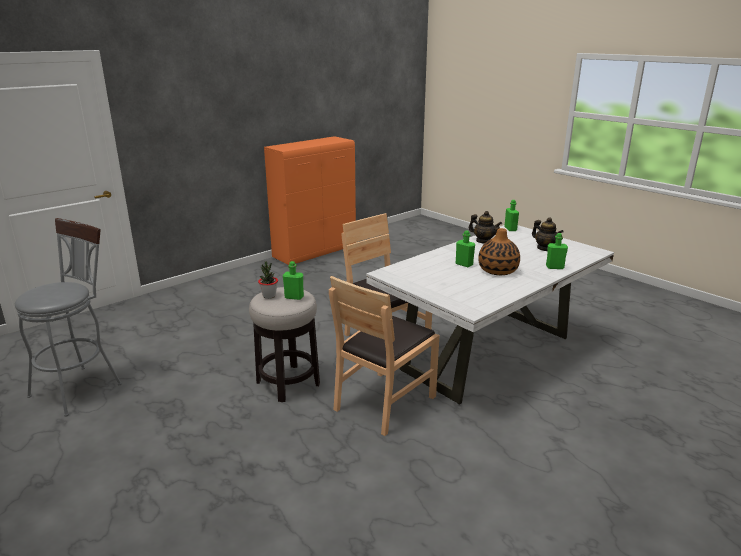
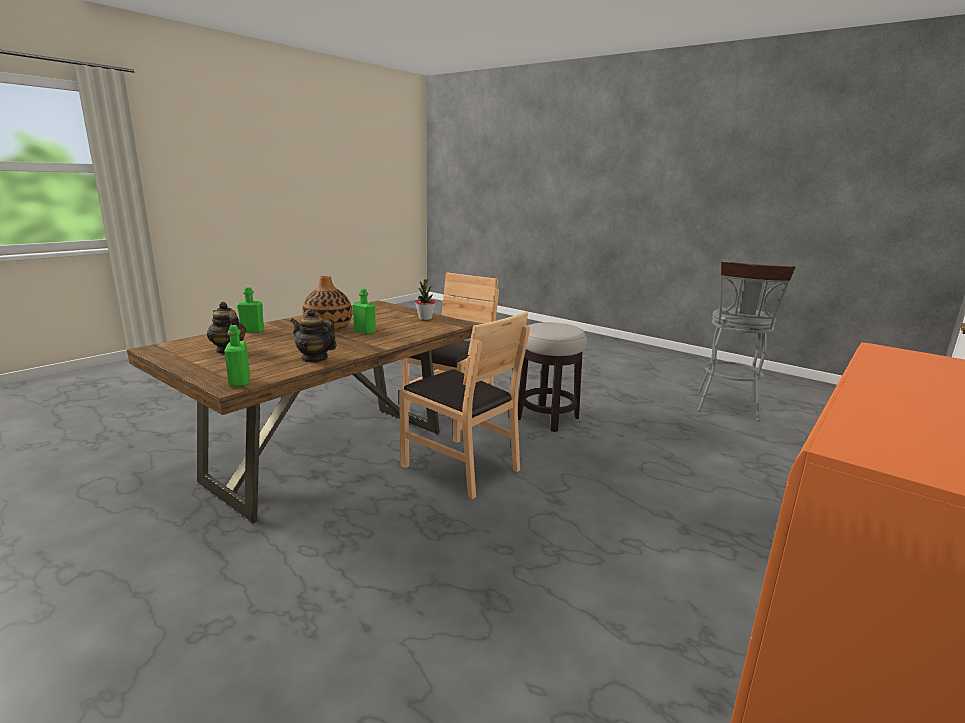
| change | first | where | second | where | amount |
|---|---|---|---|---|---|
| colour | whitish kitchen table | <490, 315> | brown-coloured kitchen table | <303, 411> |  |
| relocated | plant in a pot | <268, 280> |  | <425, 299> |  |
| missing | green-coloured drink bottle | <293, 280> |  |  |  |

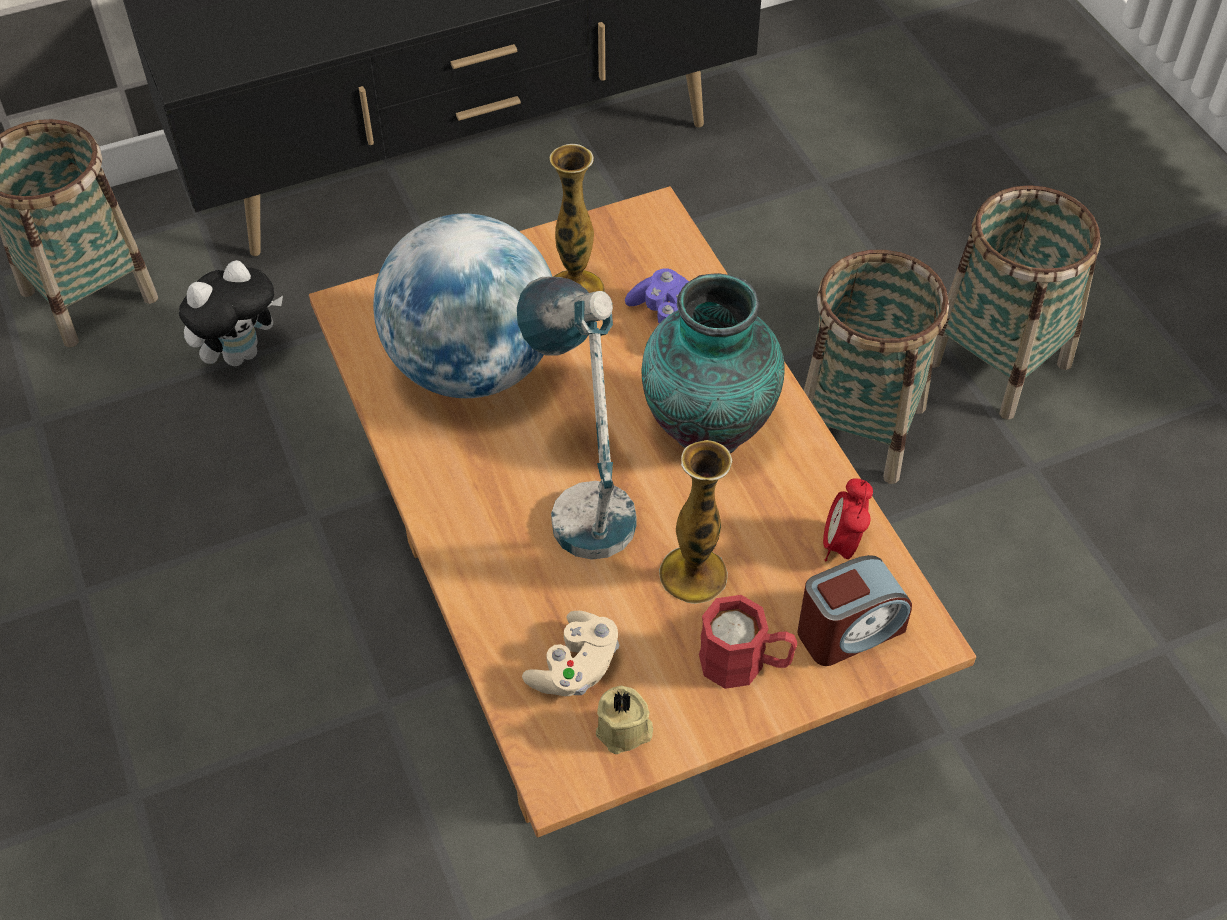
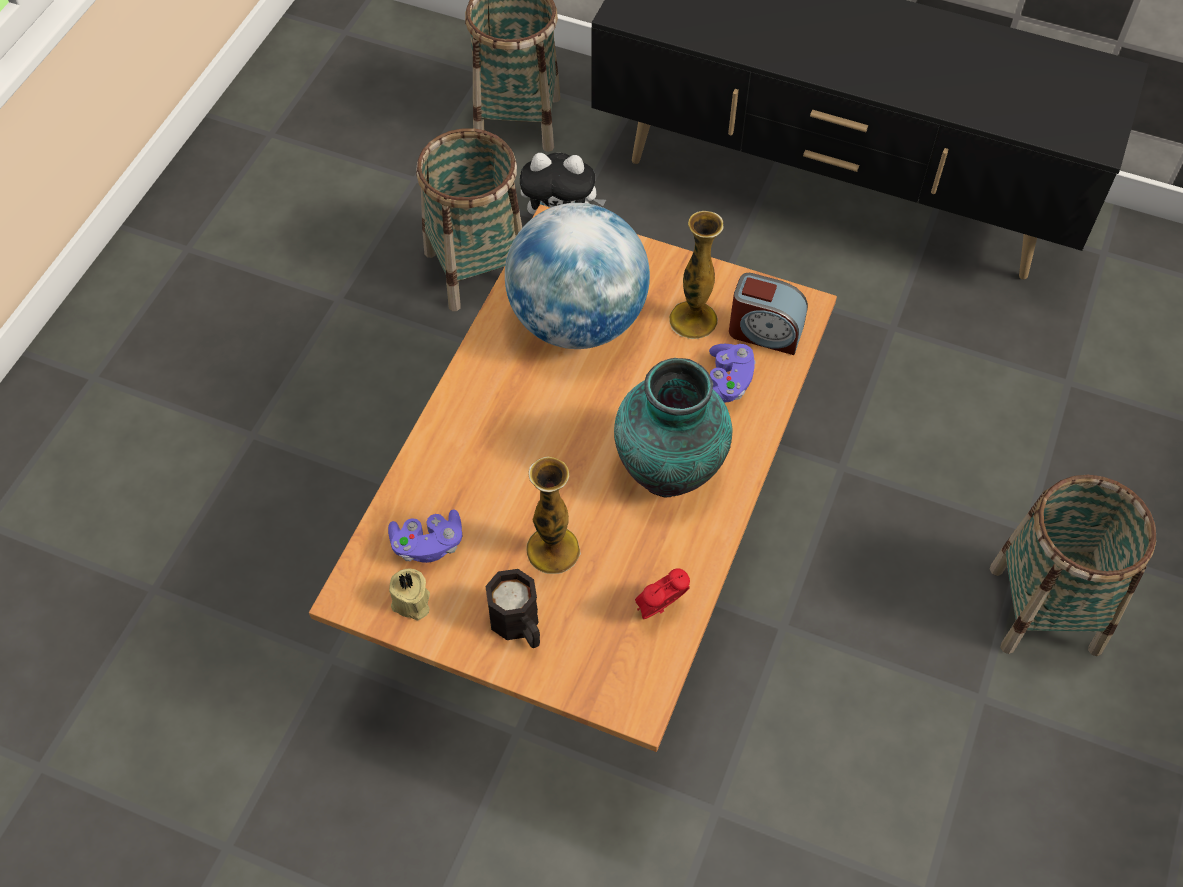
| change | first | where | second | where | amount |
|---|---|---|---|---|---|
| relocated | household basket | <876, 367> |  | <469, 219> |  |
| missing | tabletop lamp | <577, 418> |  |  |  |
| relocated | table clock | <854, 610> |  | <768, 314> |  |
| colour | red coffee mug | <748, 642> | black-coloured coffee mug | <512, 608> |  |
| colour | sand-coloured game controller | <570, 653> | purplish game controller | <425, 536> |  |

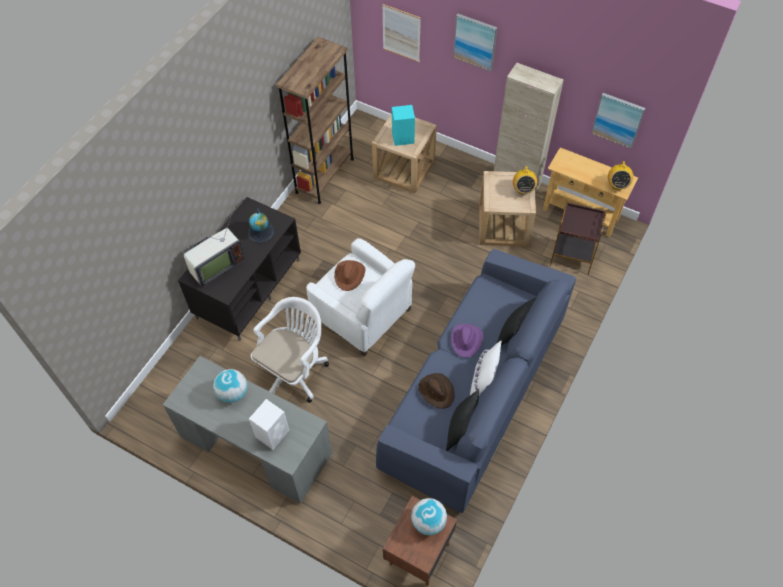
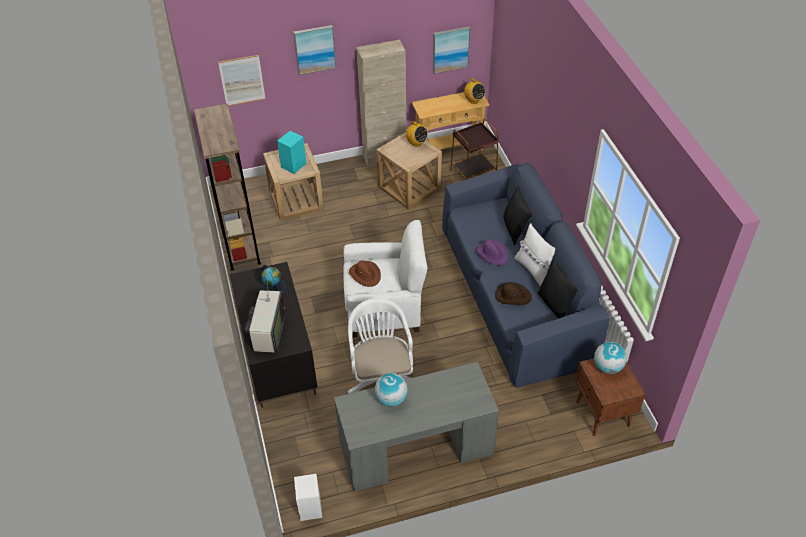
| change | first | where | second | where | amount |
|---|---|---|---|---|---|
| relocated | whitish speaker | <269, 424> |  | <308, 497> |  |

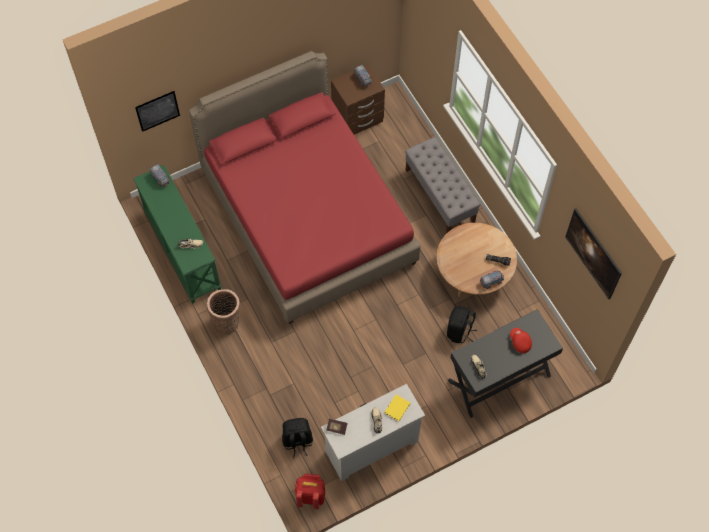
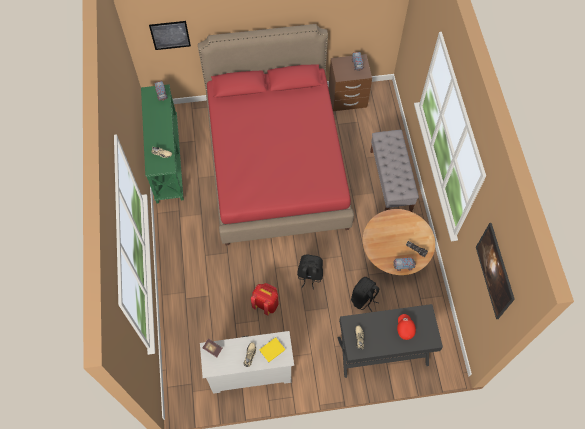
| change | first | where | second | where | amount |
|---|---|---|---|---|---|
| missing | household basket | <223, 312> |  |  |  |
| relocated | black-coloured backpack | <297, 438> |  | <310, 272> |  |
| relocated | red backpack | <310, 491> |  | <265, 299> |  |

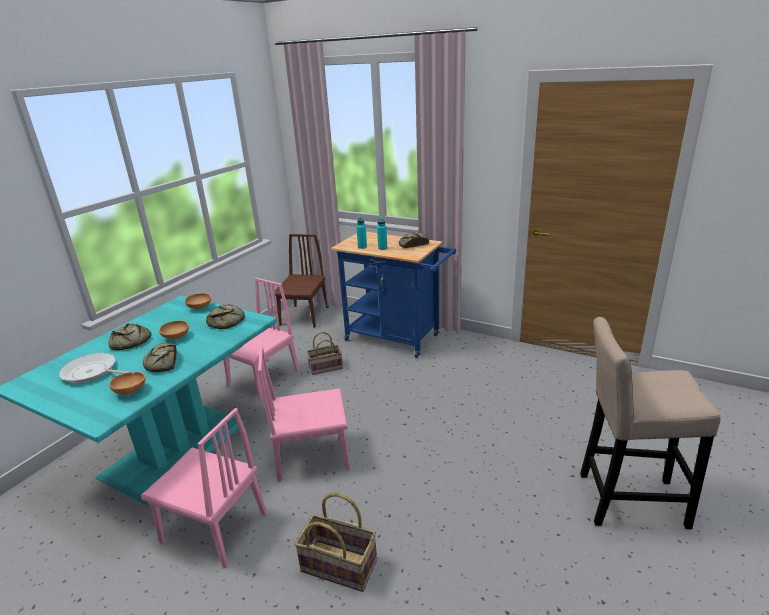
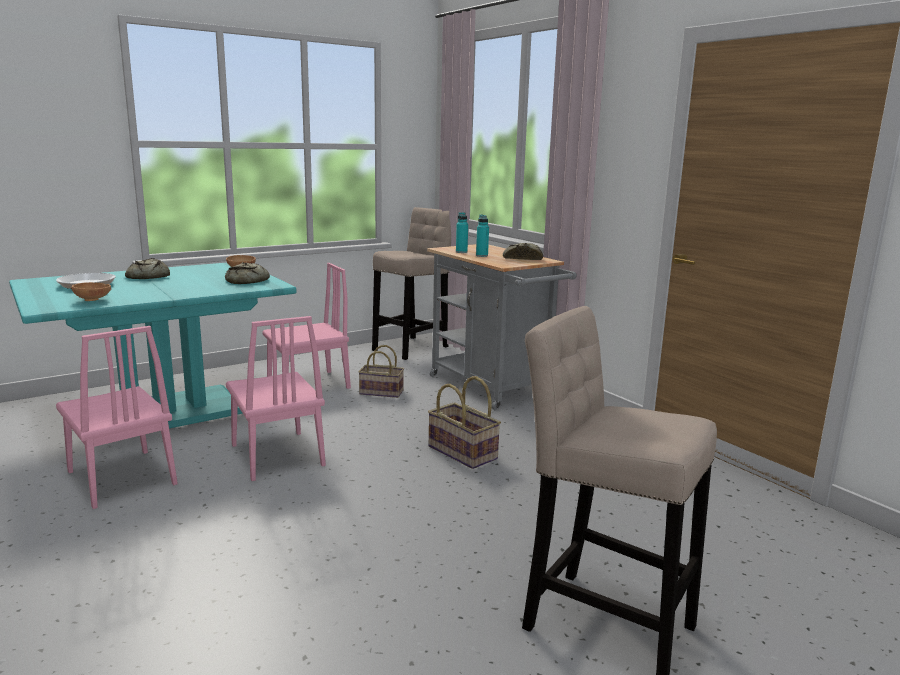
| change | first | where | second | where | amount |
|---|---|---|---|---|---|
| colour | bluish cart | <393, 295> | gray cart | <502, 327> |  |
| exchanged | brown-coloured plain chair | <302, 281> | sand-coloured stool seat | <411, 283> |  |
| missing | brown-coloured bowl | <174, 330> |  |  |  |
| missing | bread | <160, 357> |  |  |  |
| spun | pink plain chair | <304, 414> |  | <276, 398> | 135 degrees counterclockwise |
| relocated | household basket | <335, 542> |  | <464, 422> |  |

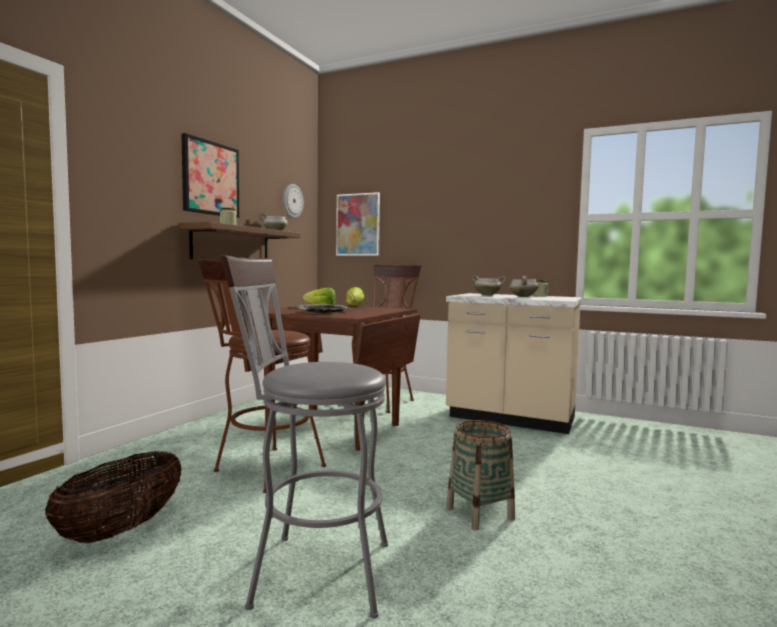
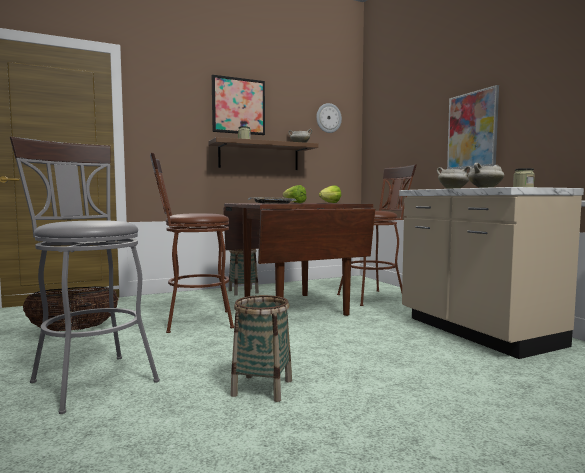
| change | first | where | second | where | amount |
|---|---|---|---|---|---|
| relocated | wall picture | <358, 224> |  | <473, 127> |  |
| appeared |  |  | household basket | <244, 272> |  |

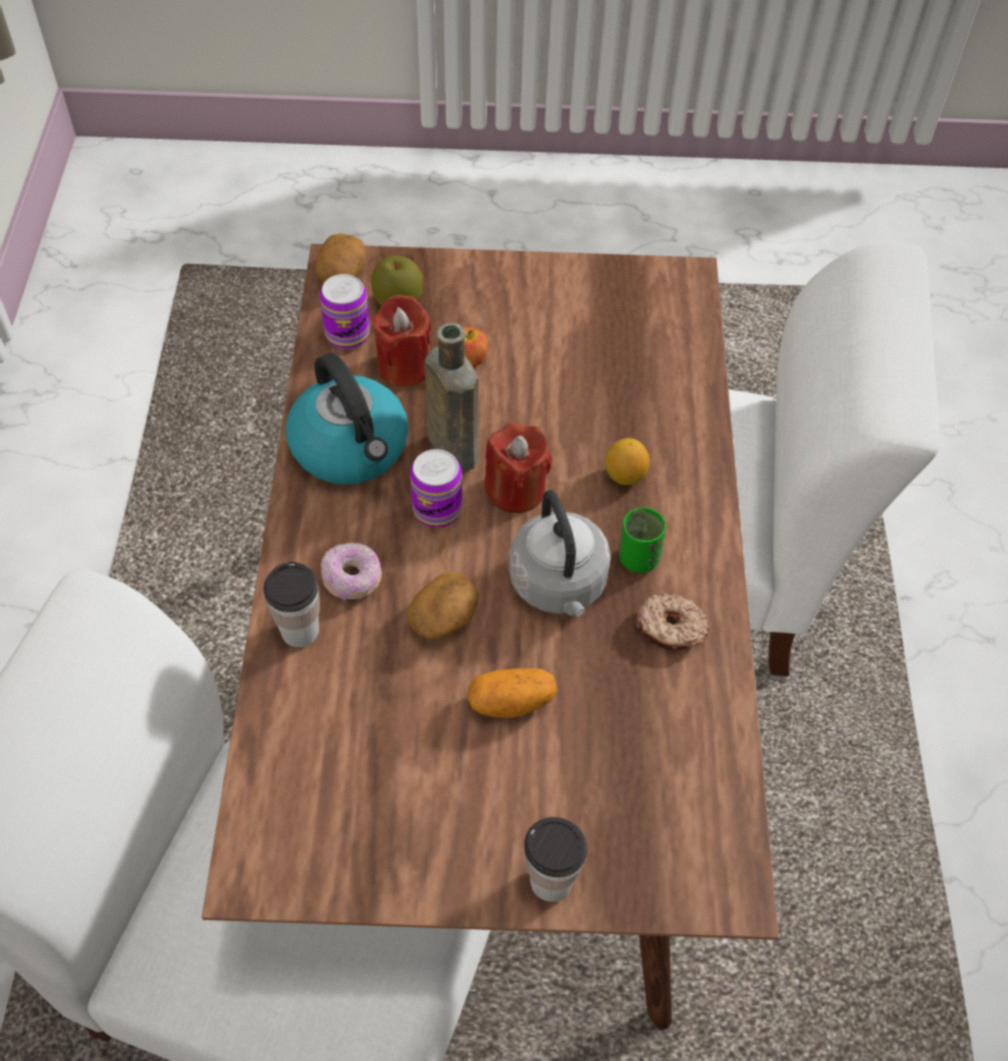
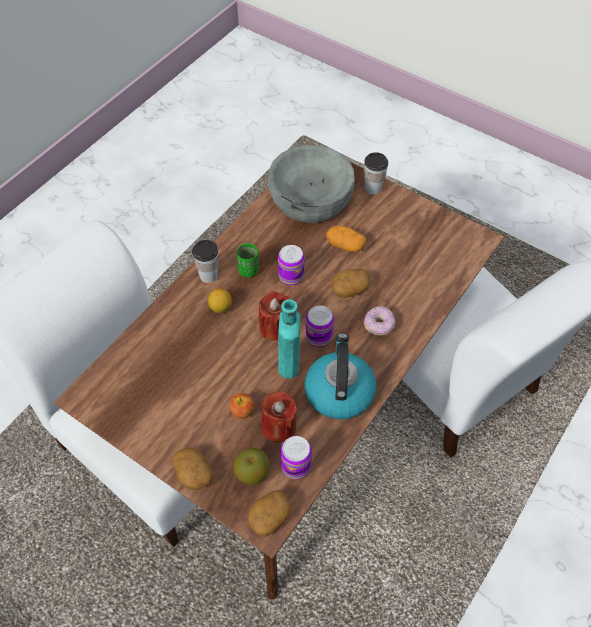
| change | first | where | second | where | amount |
|---|---|---|---|---|---|
| colour | brown-coloured drink bottle | <451, 398> | turquoise drink bottle | <289, 338> |  |
| exchanged | gray water kettle | <560, 553> | metal can | <291, 265> |  |
| relocated | small cup | <292, 604> |  | <205, 261> |  |
| missing | donut | <673, 621> |  |  |  |
| appeared |  |  | gray bowl | <311, 184> |  |
| appeared |  |  | potato | <193, 468> |  |

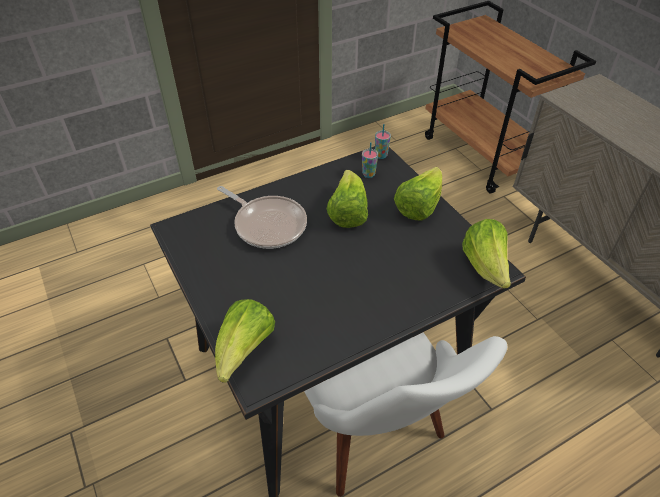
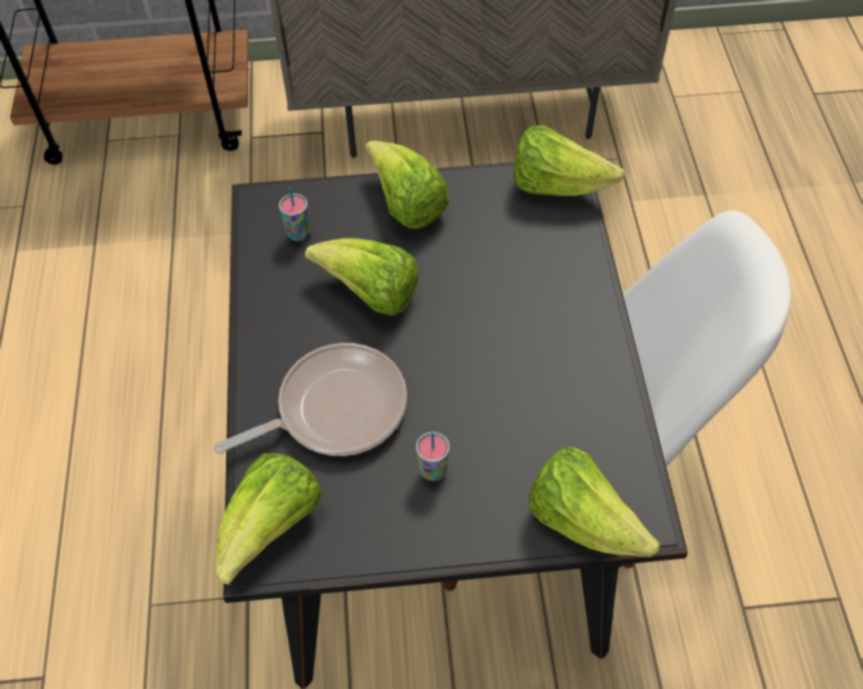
| change | first | where | second | where | amount |
|---|---|---|---|---|---|
| relocated | small cup | <383, 141> |  | <433, 456> |  |
| appeared |  |  | lettuce | <269, 519> |  |

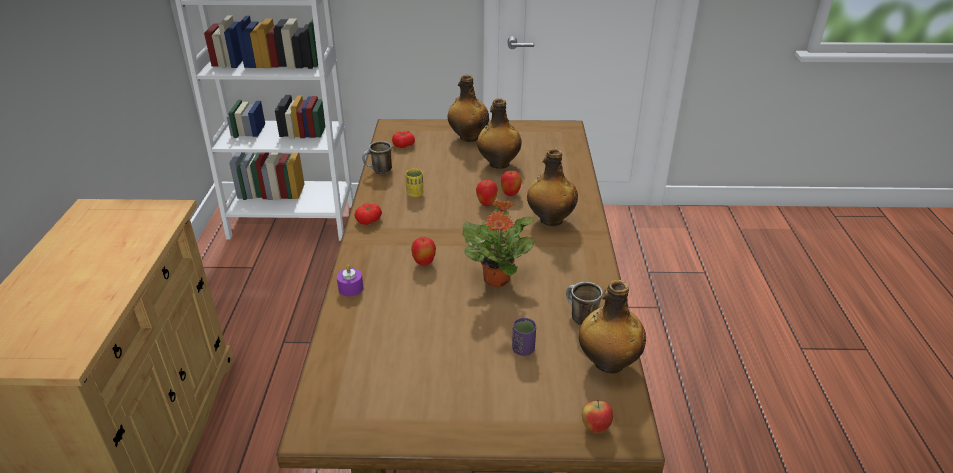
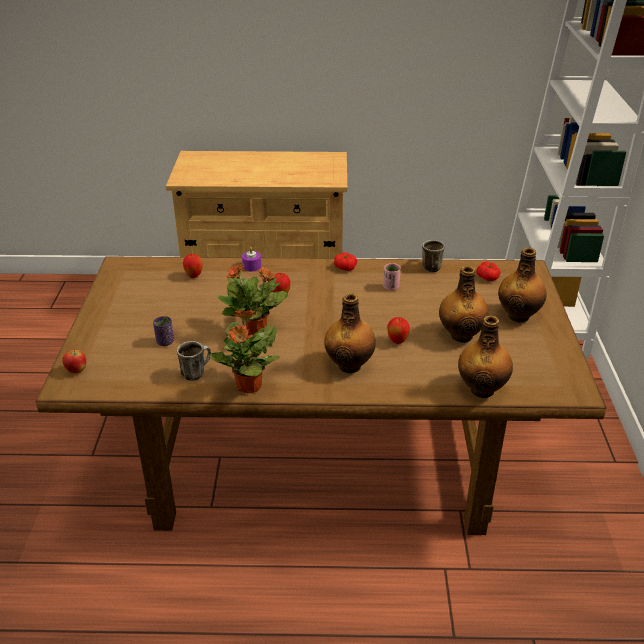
| change | first | where | second | where | amount |
|---|---|---|---|---|---|
| colour | yellow-coloured small cup | <414, 183> | pink small cup | <392, 277> |  |
| relocated | apple | <487, 193> |  | <192, 266> |  |
| relocated | drink bottle | <612, 327> |  | <485, 356> |  |
| appeared |  |  | plant in a pot | <244, 351> |  |

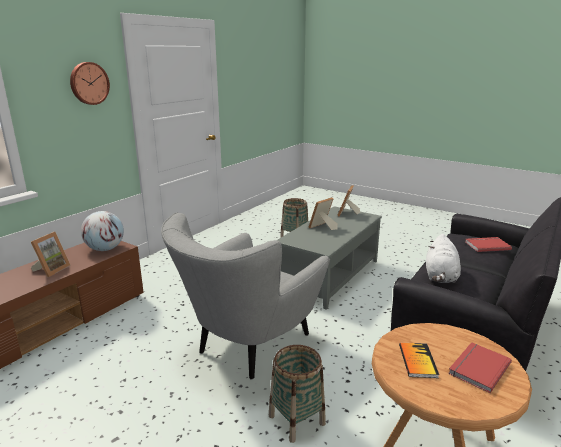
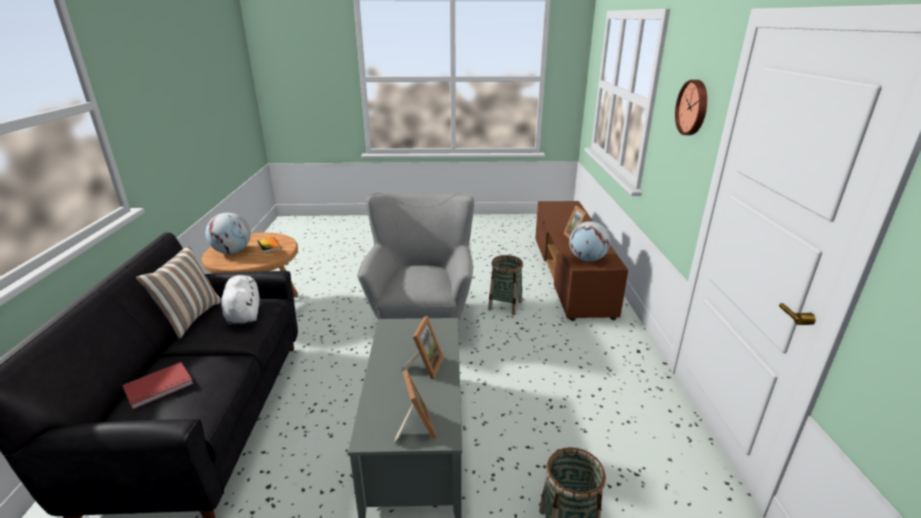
| change | first | where | second | where | amount |
|---|---|---|---|---|---|
| exchanged | red bound book | <480, 367> | globe | <228, 233> |  |
| relocated | household basket | <297, 394> |  | <505, 285> |  |
| appeared |  |  | pillow | <178, 292> |  |

